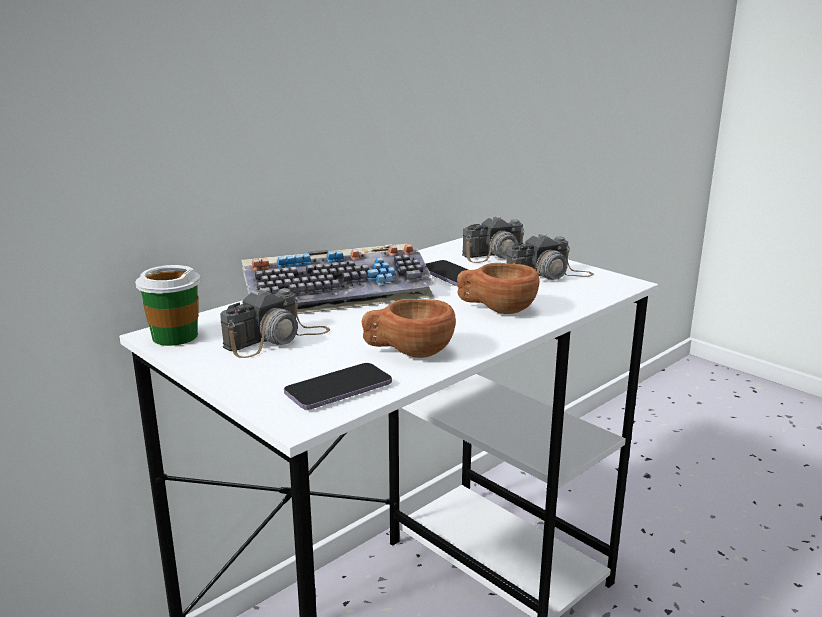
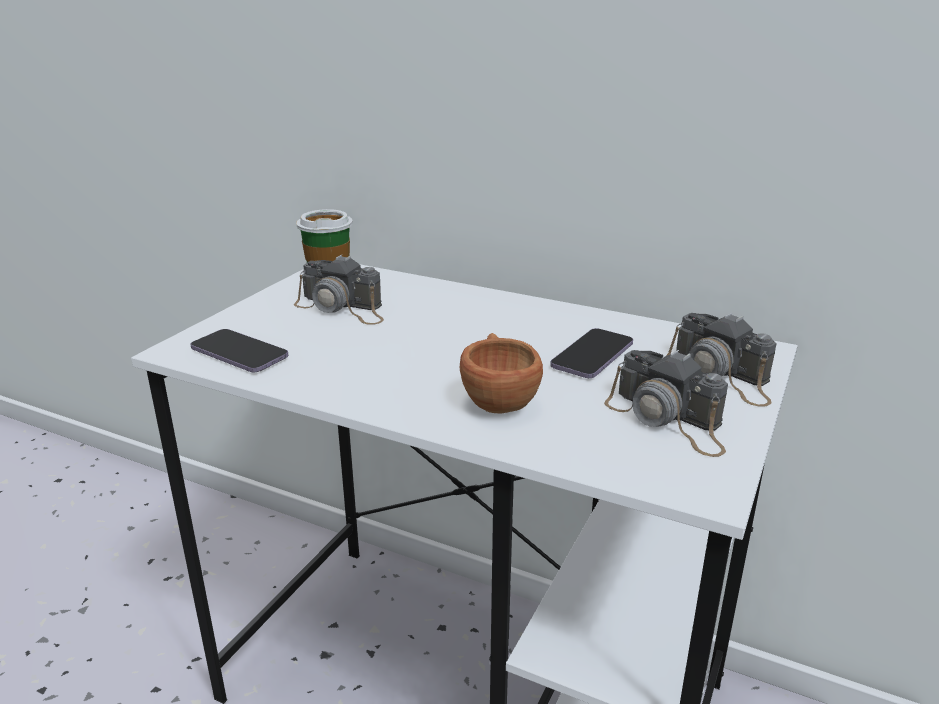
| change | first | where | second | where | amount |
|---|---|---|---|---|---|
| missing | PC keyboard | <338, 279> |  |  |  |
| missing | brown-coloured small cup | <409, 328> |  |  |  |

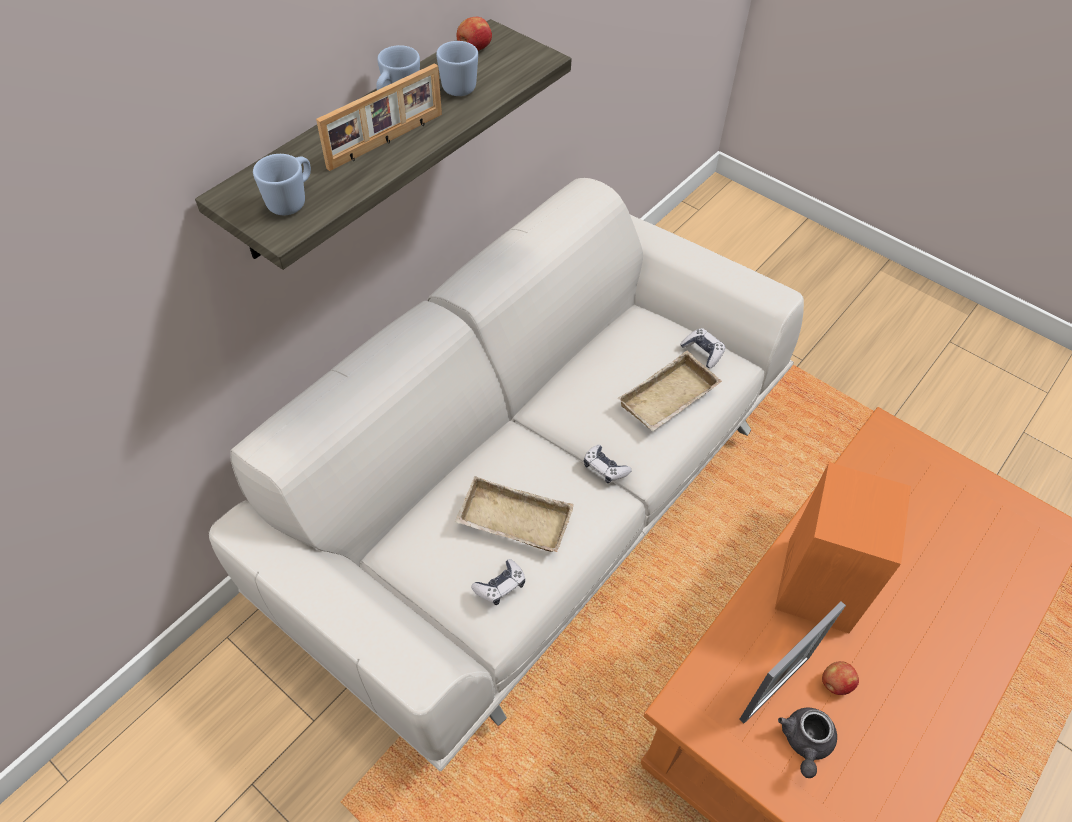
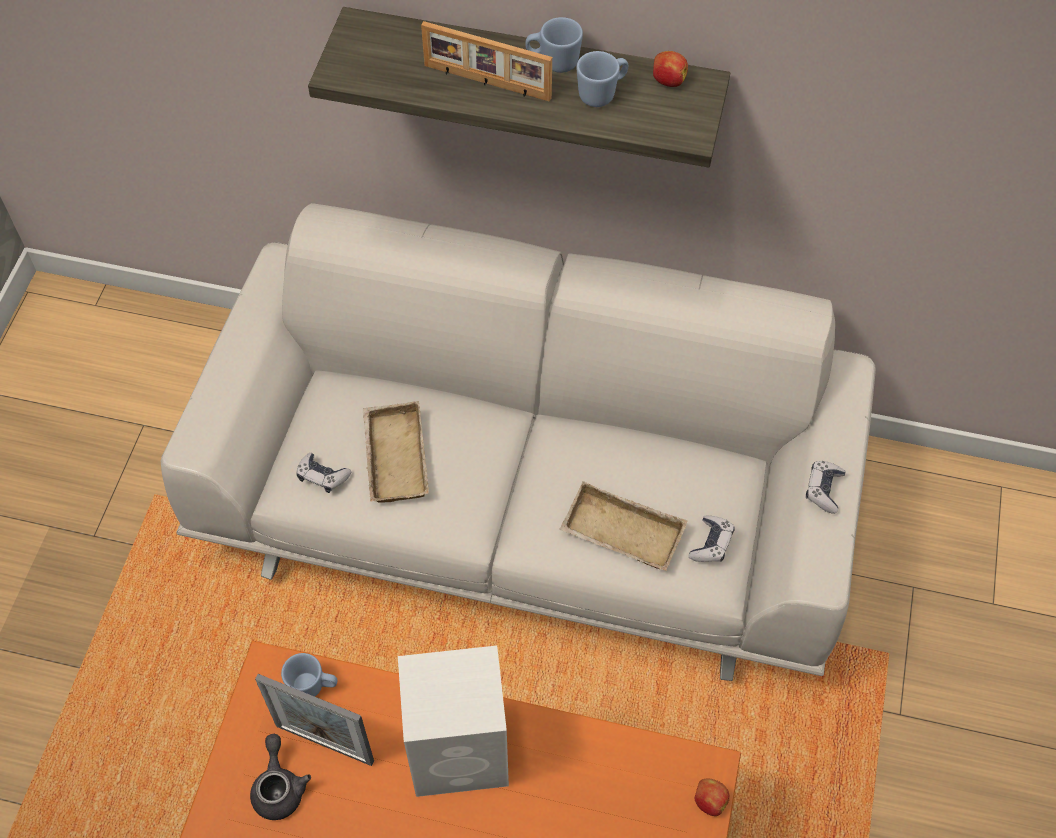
| change | first | where | second | where | amount |
|---|---|---|---|---|---|
| relocated | bluish coffee mug | <282, 184> |  | <309, 675> |  |
| relocated | game controller | <608, 464> |  | <826, 487> |  |
| colour | orangey speaker | <843, 547> | whitish speaker | <453, 721> |  |
| relocated | apple | <840, 678> |  | <712, 797> |  |
| spun | gray tea pot | <807, 743> |  | <280, 777> | 90 degrees clockwise |

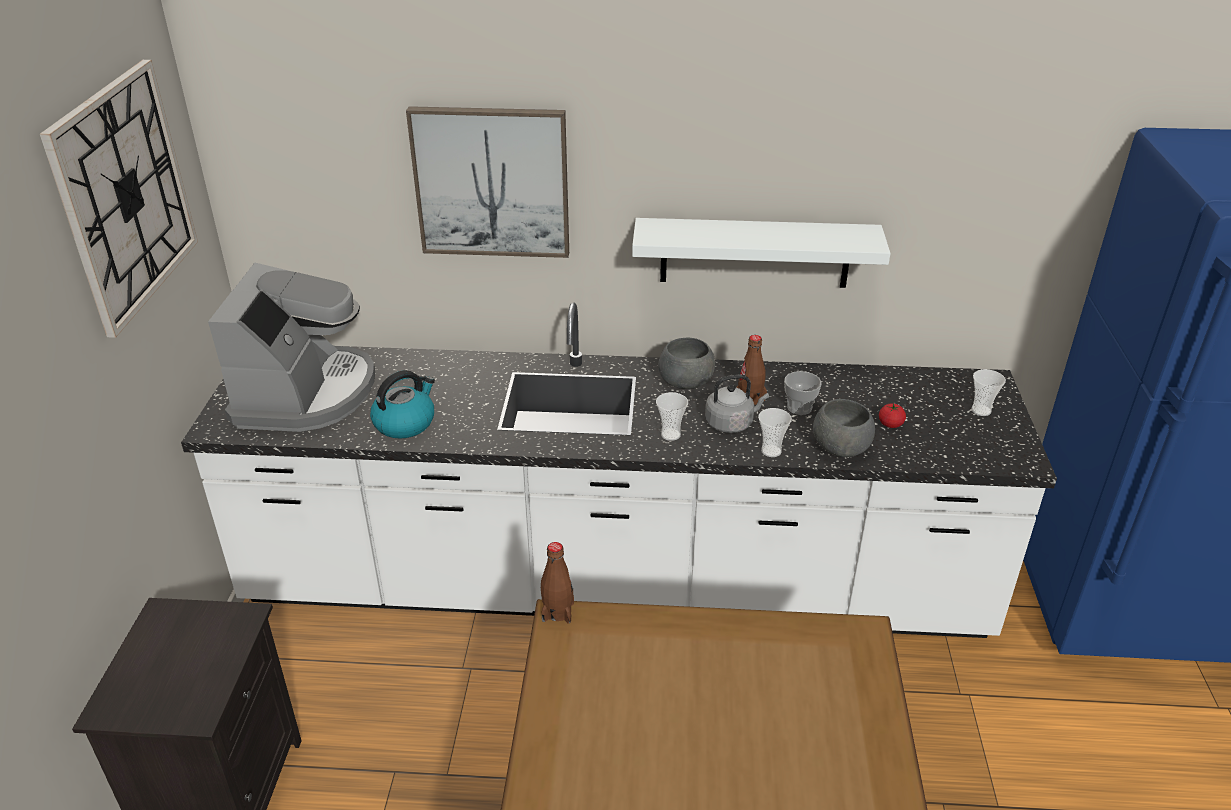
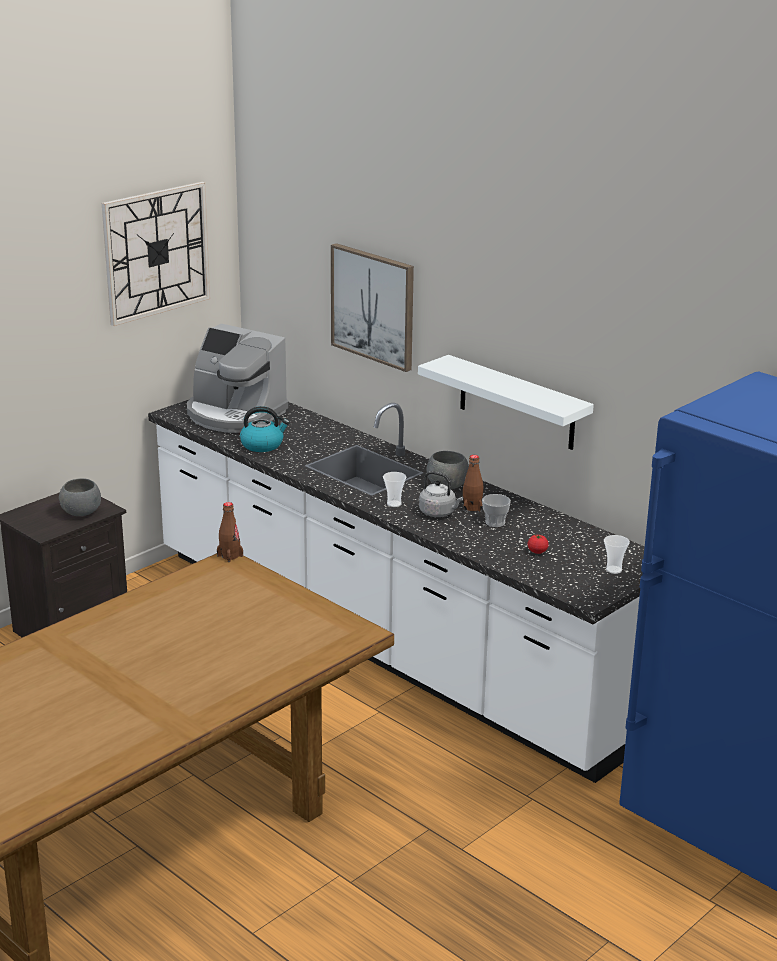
| change | first | where | second | where | amount |
|---|---|---|---|---|---|
| spun | coffee maker | <291, 347> |  | <237, 378> | 75 degrees clockwise |
| relocated | gray bowl | <844, 428> |  | <80, 497> |  |
| missing | small cup | <775, 432> |  |  |  |

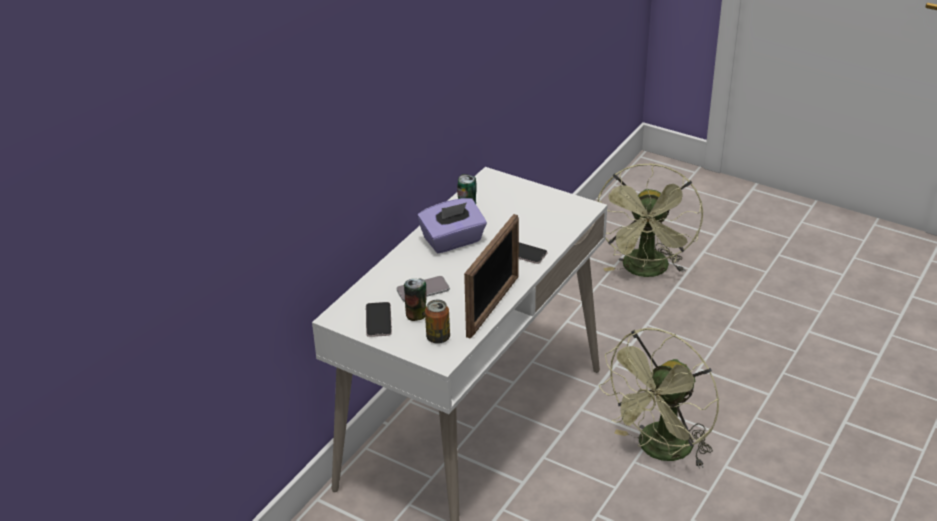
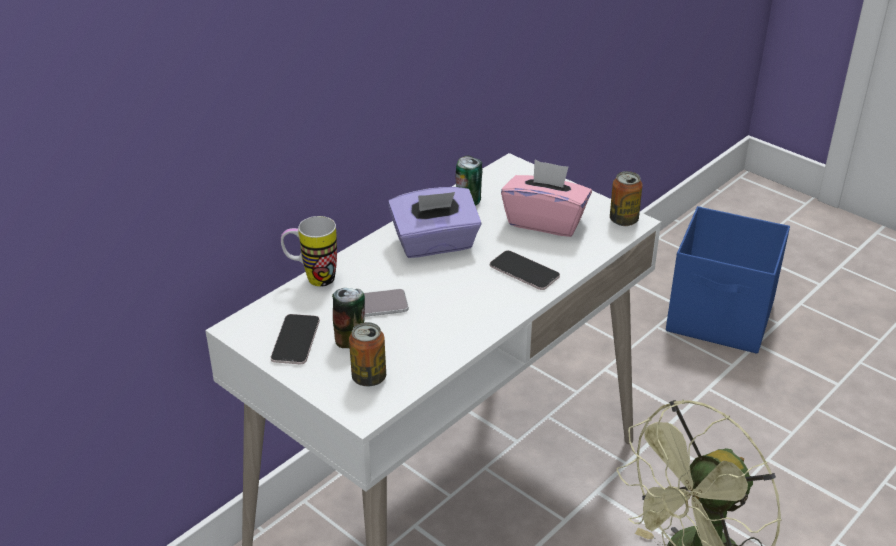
| change | first | where | second | where | amount |
|---|---|---|---|---|---|
| exchanged | green-coloured electric fan | <650, 220> | bluish storage bin | <728, 280> |  |
| missing | picture frame | <491, 276> |  |  |  |
| appeared |  |  | pink box of tissues | <546, 198> |  |
| appeared |  |  | metal can | <626, 198> |  |
| appeared |  |  | coffee mug | <309, 251> |  |

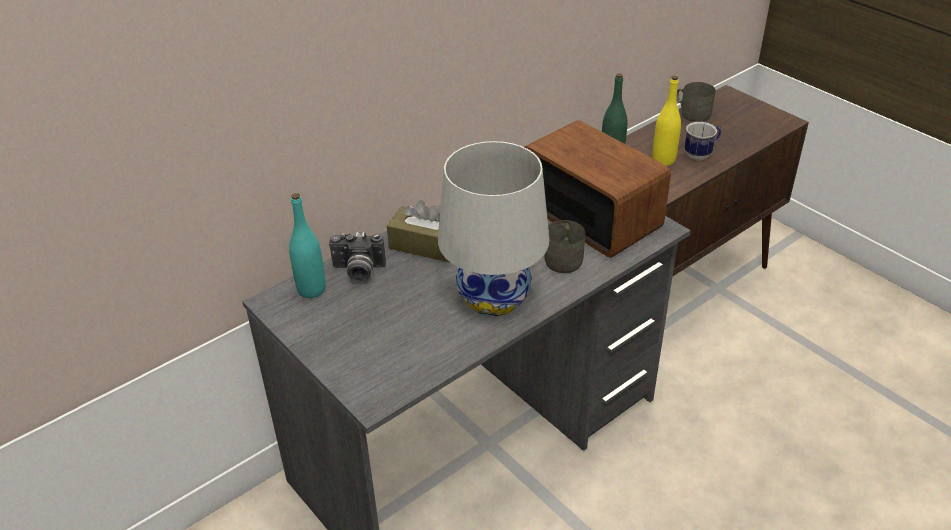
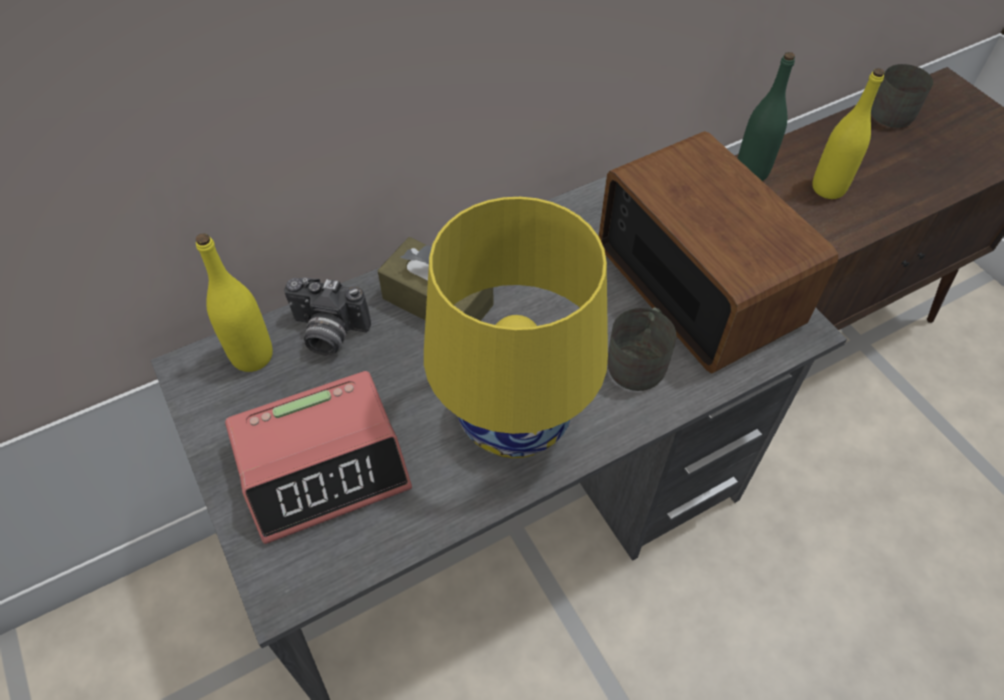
| change | first | where | second | where | amount |
|---|---|---|---|---|---|
| missing | coffee mug | <702, 141> |  |  |  |
| colour | whitish tabletop lamp | <493, 228> | yellow-coloured tabletop lamp | <516, 327> |  |
| colour | turquoise drink bottle | <307, 245> | yellow-coloured drink bottle | <234, 302> |  |
| appeared |  |  | table clock | <318, 457> |  |

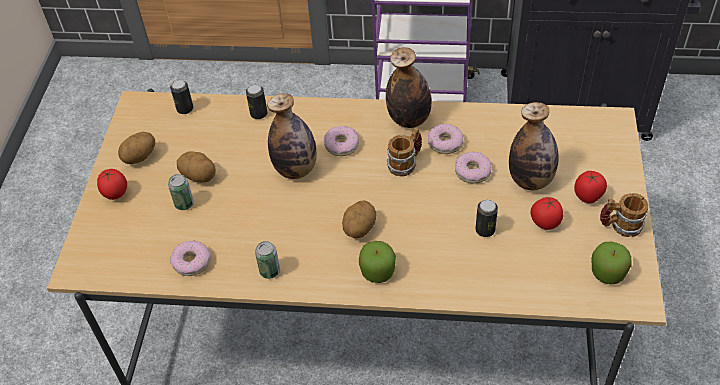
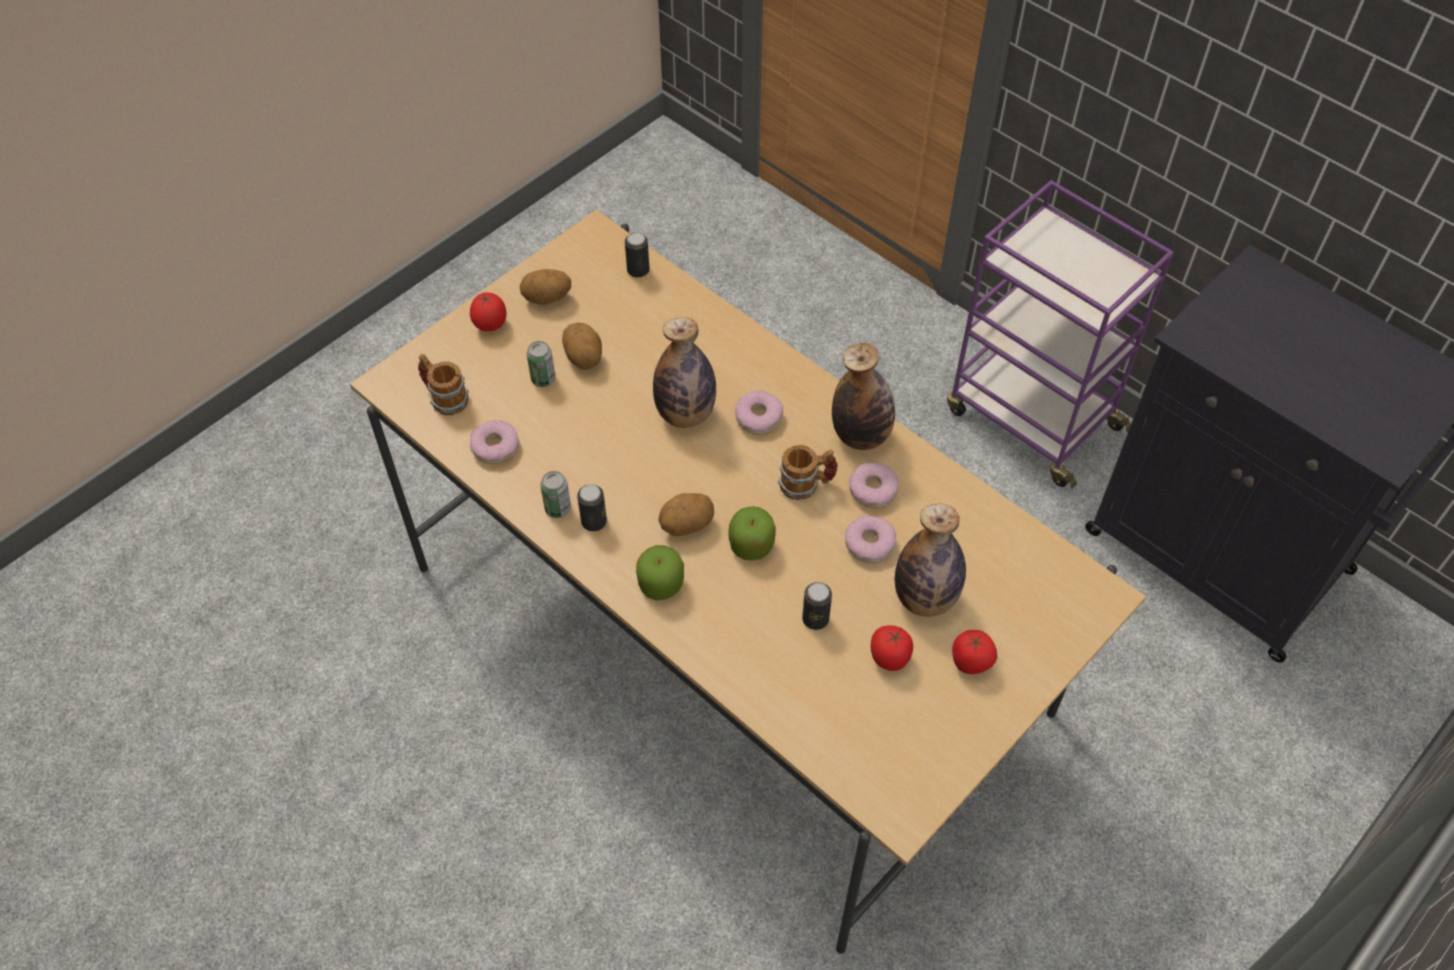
| change | first | where | second | where | amount |
|---|---|---|---|---|---|
| relocated | metal can | <256, 101> |  | <592, 507> |  |
| relocated | coffee mug | <624, 215> |  | <443, 385> |  |
| relocated | apple | <612, 263> |  | <752, 533> |  |

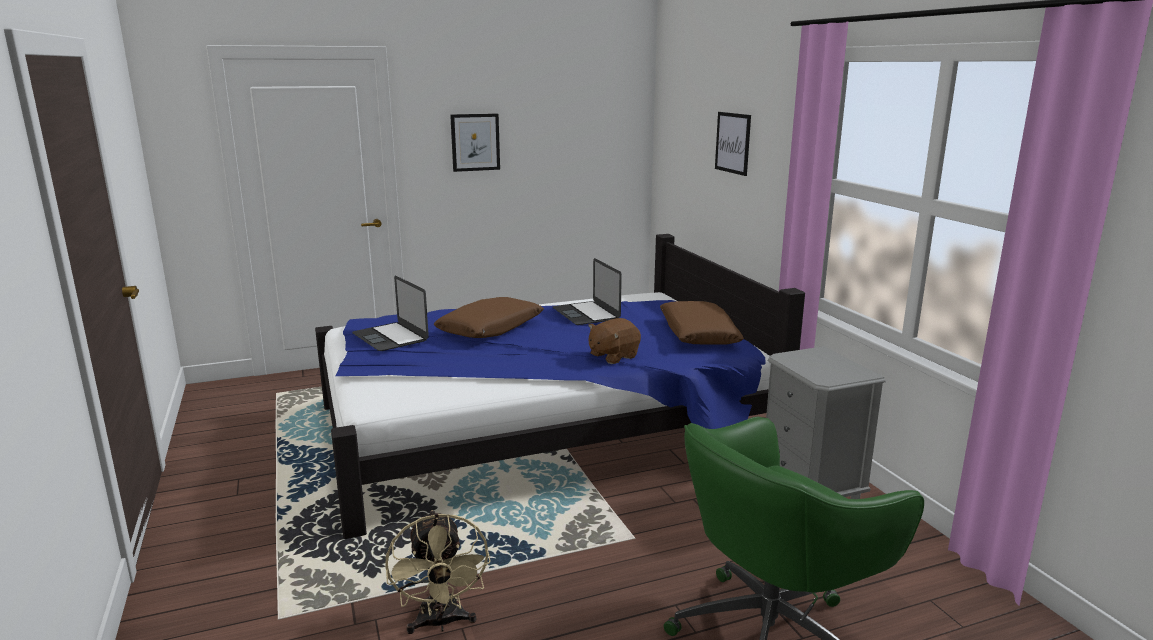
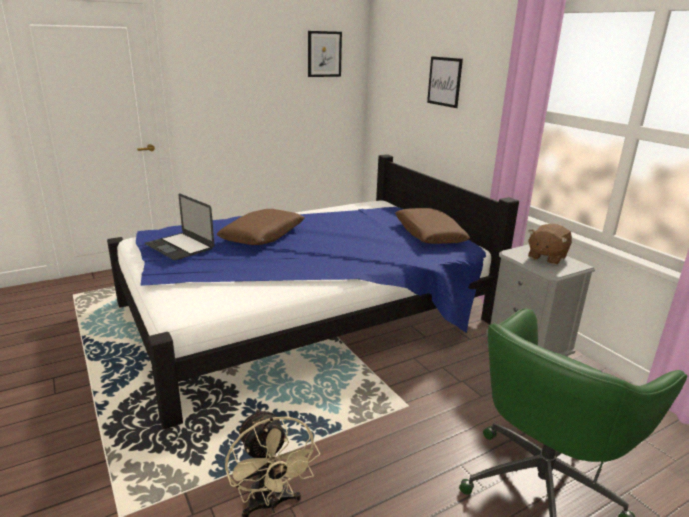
| change | first | where | second | where | amount |
|---|---|---|---|---|---|
| relocated | wall picture | <475, 142> |  | <325, 54> |  |
| missing | laptop | <587, 291> |  |  |  |
| relocated | brown-coloured soft toy | <614, 341> |  | <550, 244> |  |

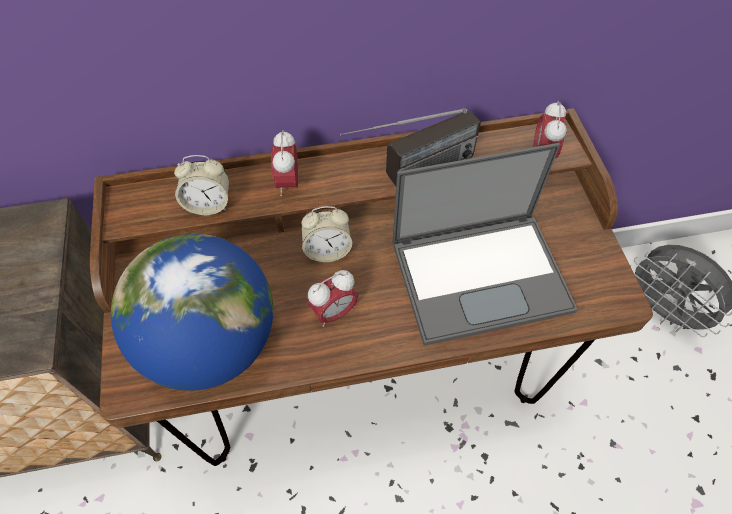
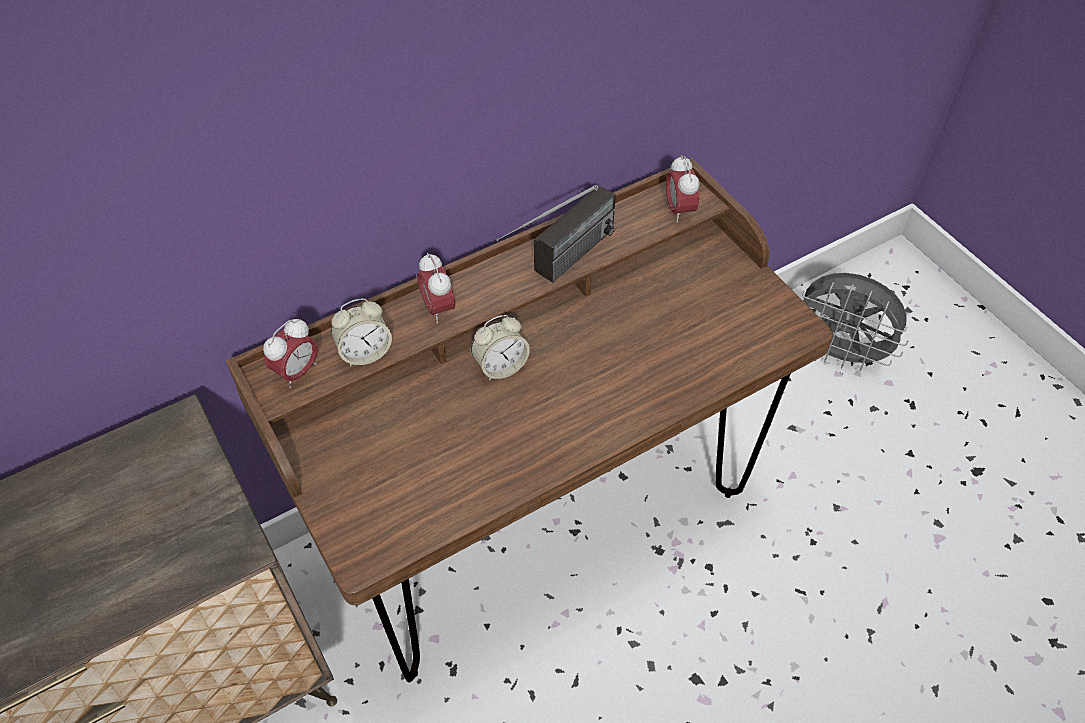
| change | first | where | second | where | amount |
|---|---|---|---|---|---|
| missing | laptop | <485, 244> |  |  |  |
| missing | globe | <192, 312> |  |  |  |
| relocated | table clock | <332, 298> |  | <290, 353> |  |

